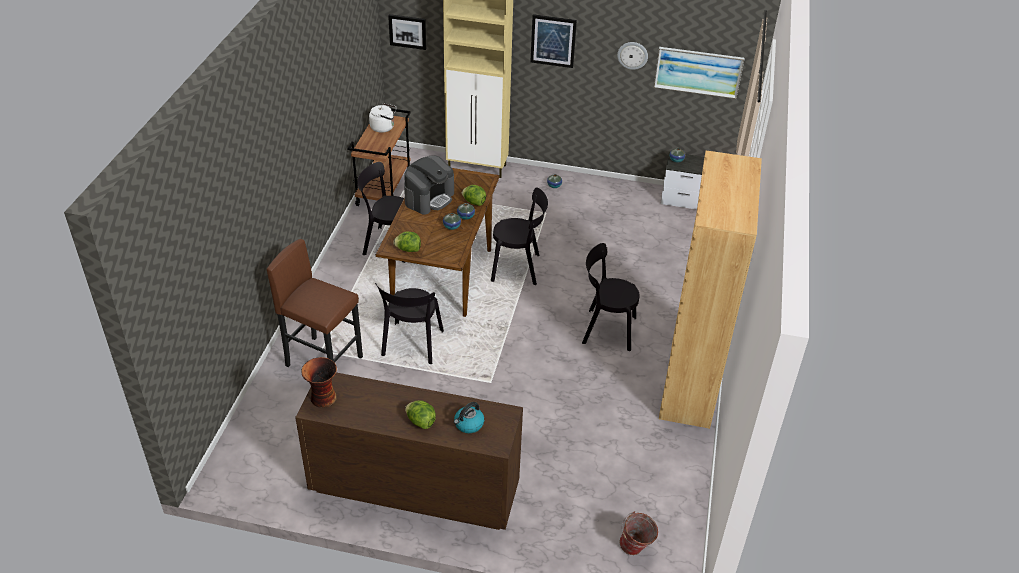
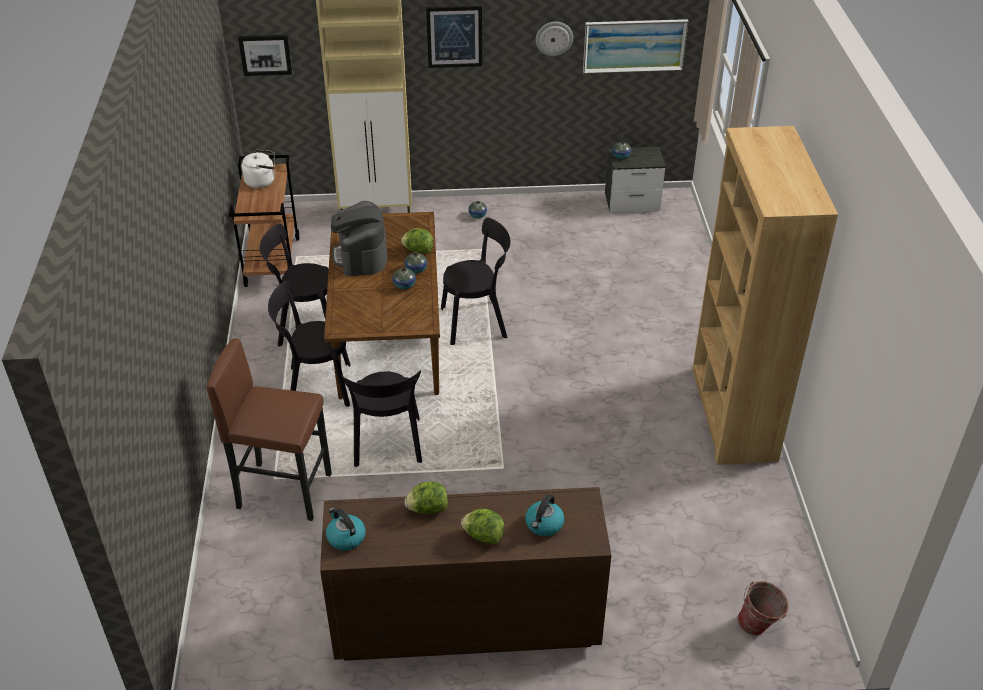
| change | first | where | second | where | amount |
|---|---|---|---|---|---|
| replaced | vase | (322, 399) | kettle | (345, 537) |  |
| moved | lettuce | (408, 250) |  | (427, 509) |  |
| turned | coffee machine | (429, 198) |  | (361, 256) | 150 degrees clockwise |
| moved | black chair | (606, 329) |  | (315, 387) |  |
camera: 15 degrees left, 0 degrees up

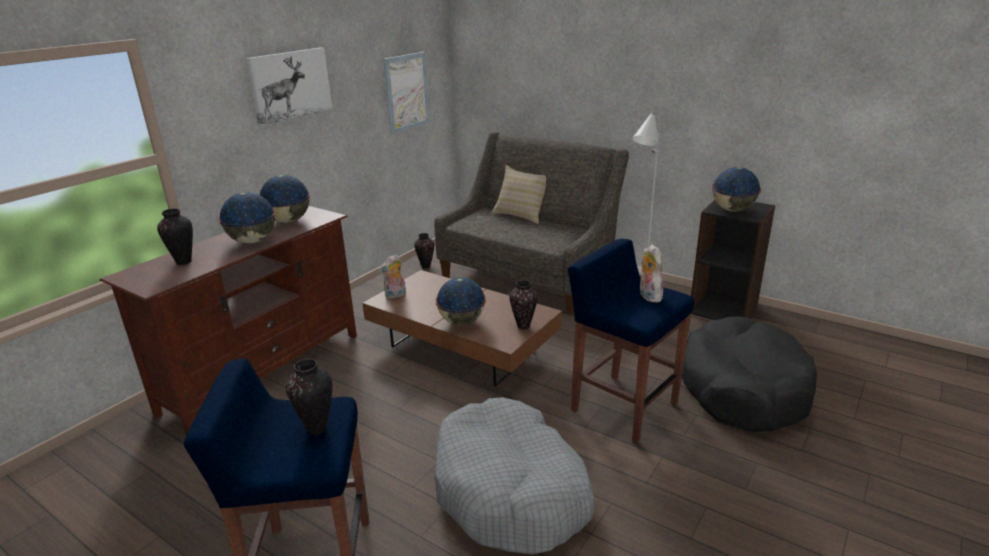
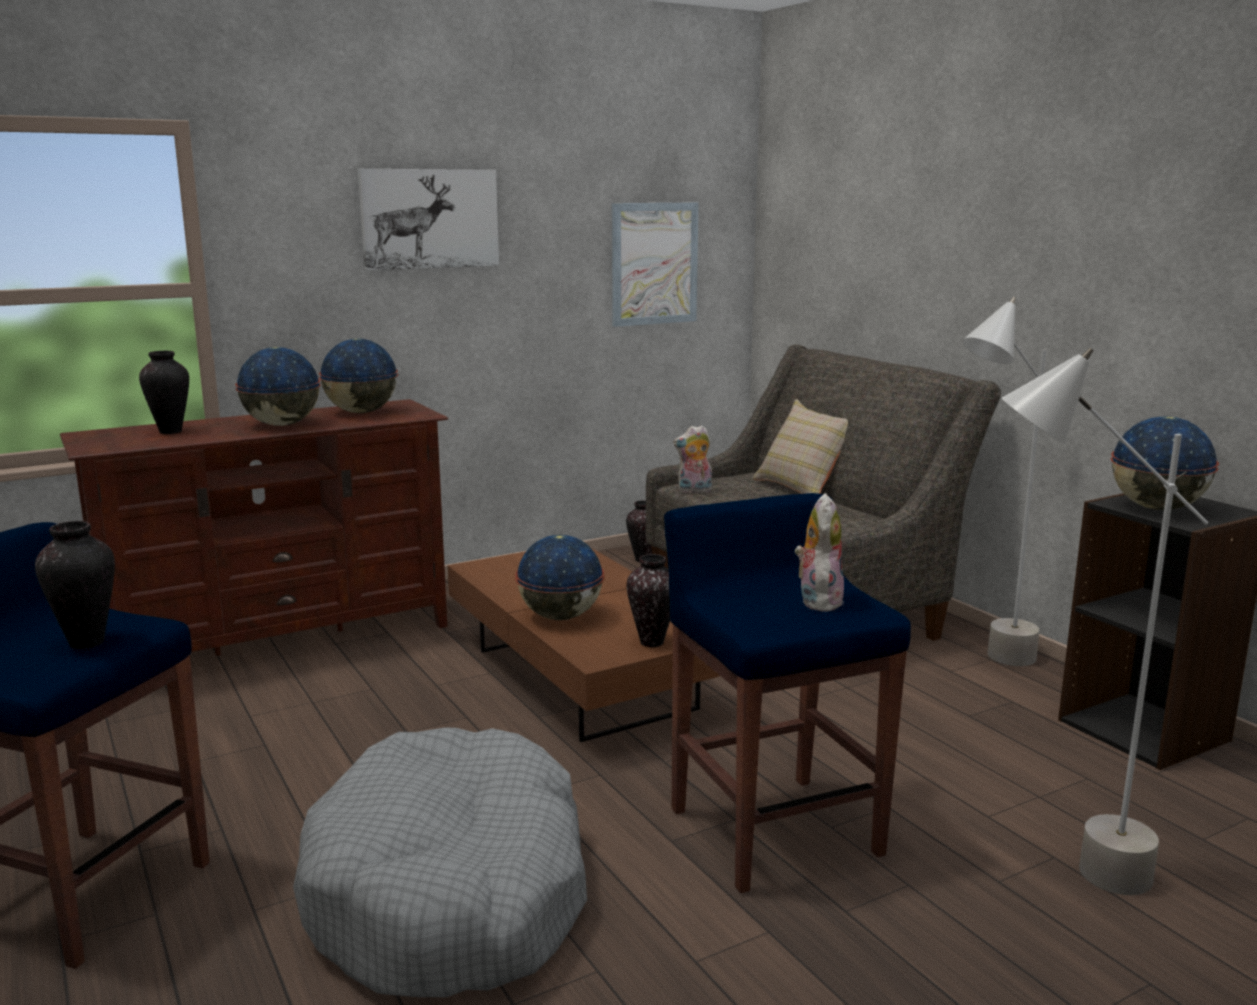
| change | first | where | second | where | amount |
|---|---|---|---|---|---|
| moved | plush toy | (395, 295) |  | (694, 491) |  |
| replaced | black dog bed | (743, 388) | grey floor lamp | (1055, 869) |  |
camera: 25 degrees right, 10 degrees down

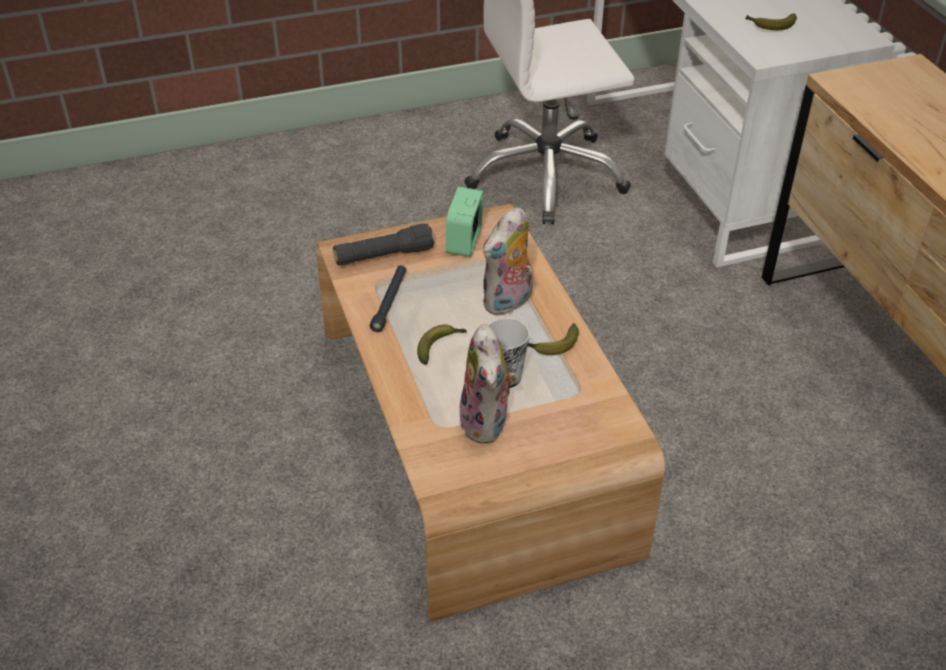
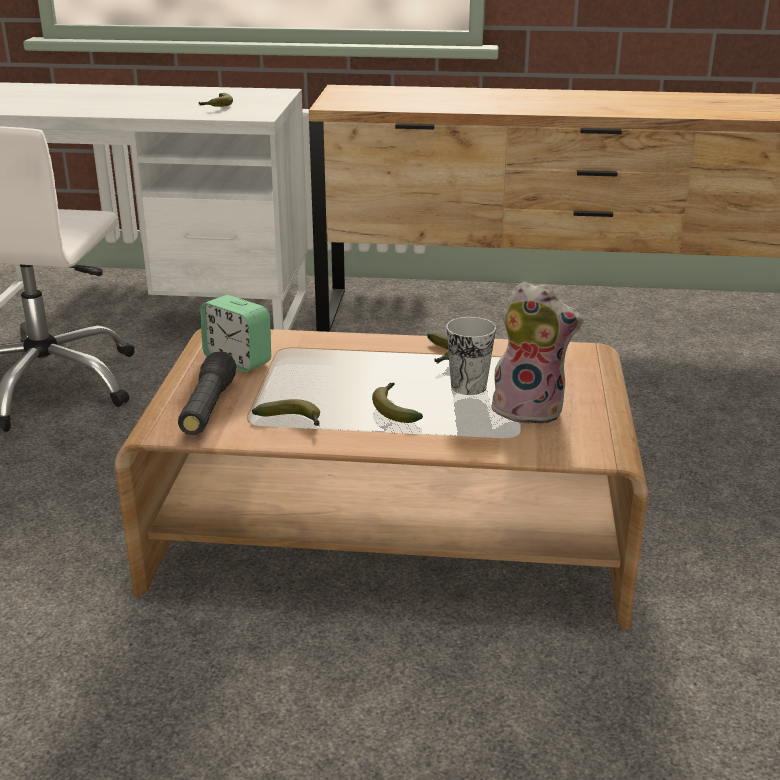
| change | first | where | second | where | amount |
|---|---|---|---|---|---|
| replaced | black flashlight | (389, 302) | banana | (293, 421) |  |
| removed | plush toy | (508, 303) |  |  |  |
camera: 65 degrees left, 15 degrees down

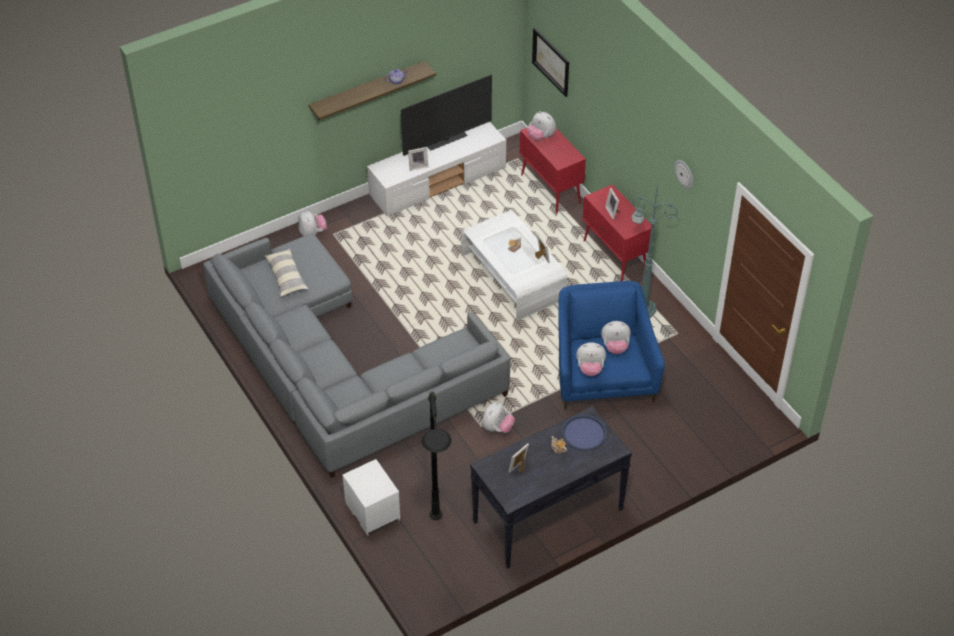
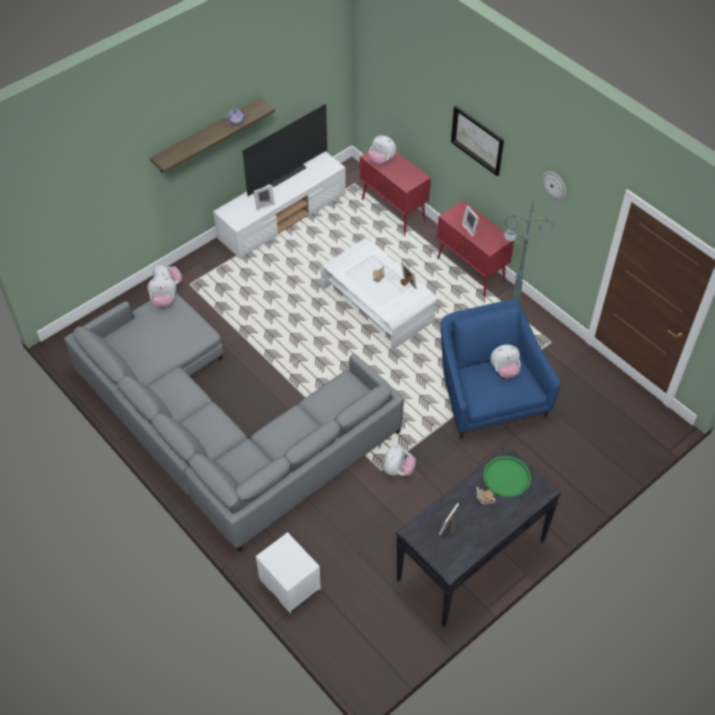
| change | first | where | second | where | amount |
|---|---|---|---|---|---|
| removed | pillow | (286, 277) |  |  |  |
| removed | black floor lamp | (438, 549) |  |  |  |
| moved | picture | (551, 61) |  | (477, 140) |  |
| recoloured | blue tray | (584, 433) | green tray | (506, 477) |  |
| moved | plush toy | (590, 369) |  | (164, 301) |  |
camera: 10 degrees left, 5 degrees up

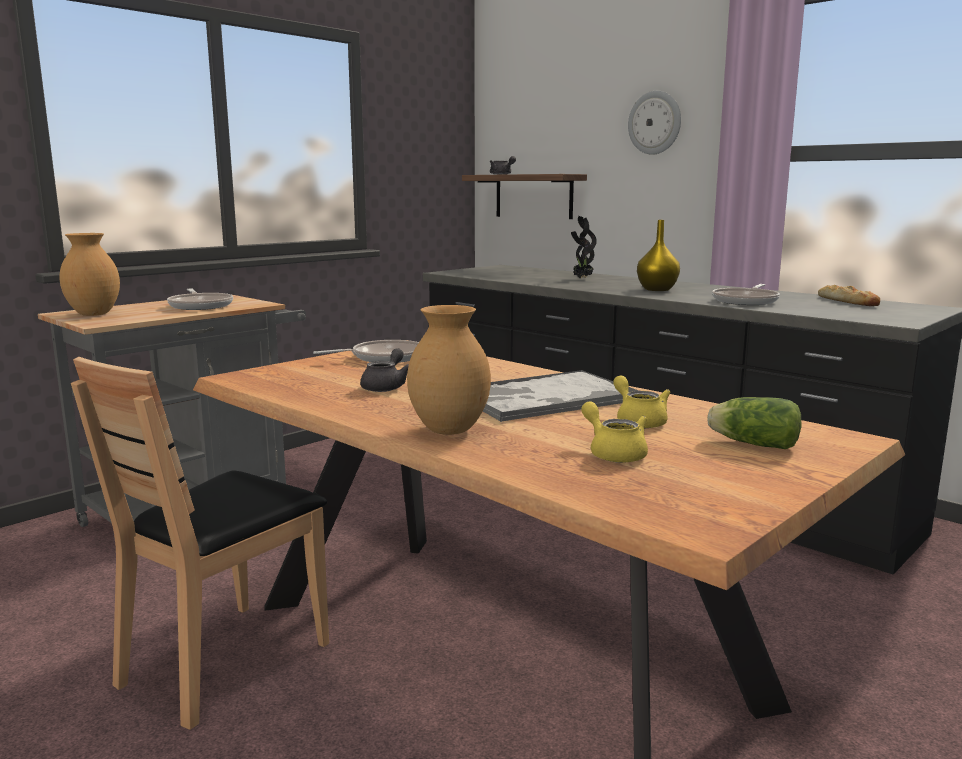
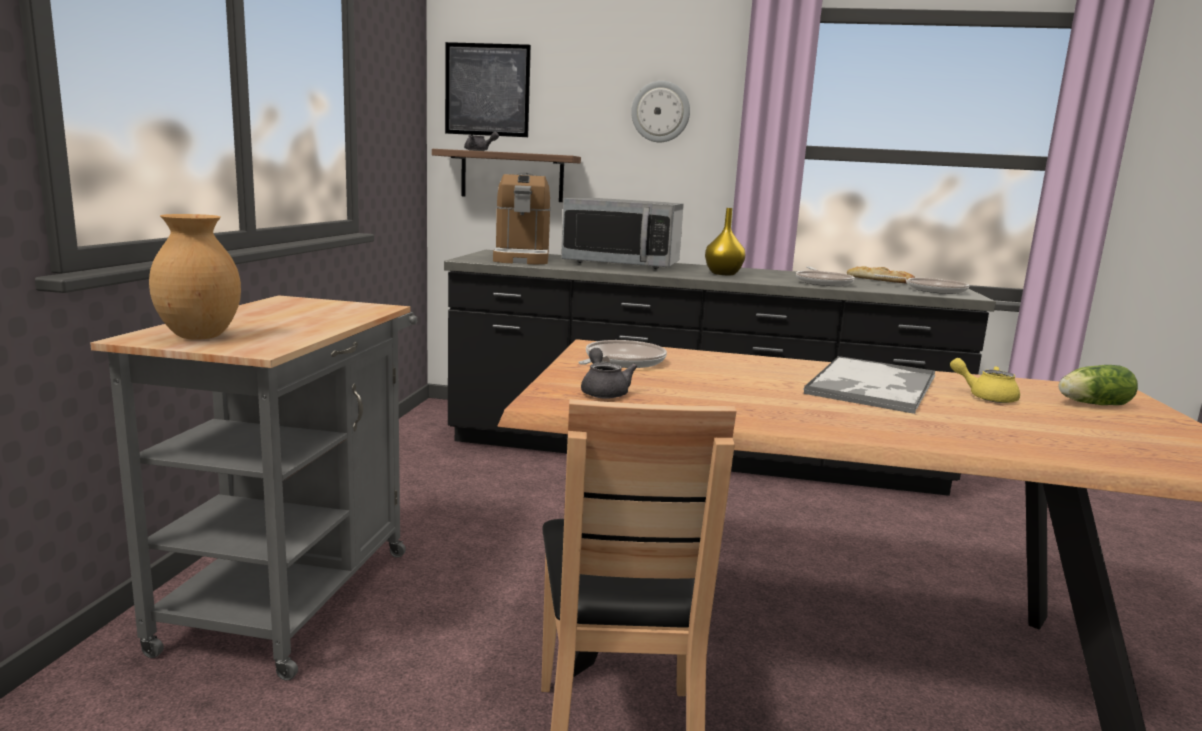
| change | first | where | second | where | amount |
|---|---|---|---|---|---|
| moved | frying pan | (200, 306) |  | (931, 290) |  |
| moved | grey teapot | (386, 387) |  | (603, 391) |  |
| removed | brown vase | (449, 431) |  |  |  |
| replaced | potted plant | (582, 278) | microwave | (621, 264) |  |
| removed | yellow teapot | (614, 453) |  |  |  |
| added |  |  | picture | (487, 90) |  |
| added |  |  | coffee machine | (522, 258) |  |
camera: 35 degrees left, 0 degrees up

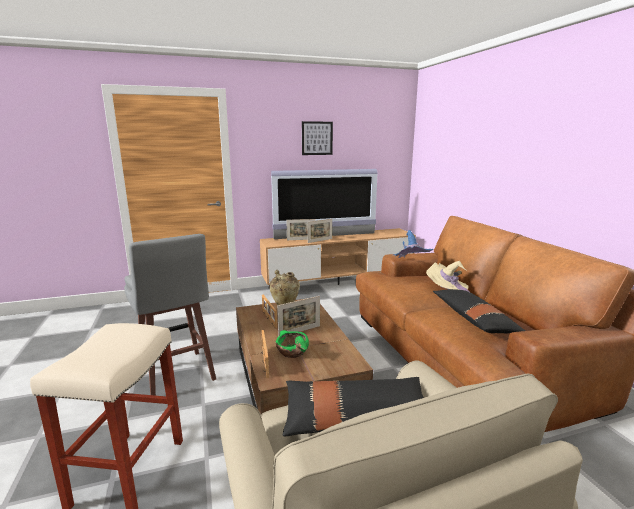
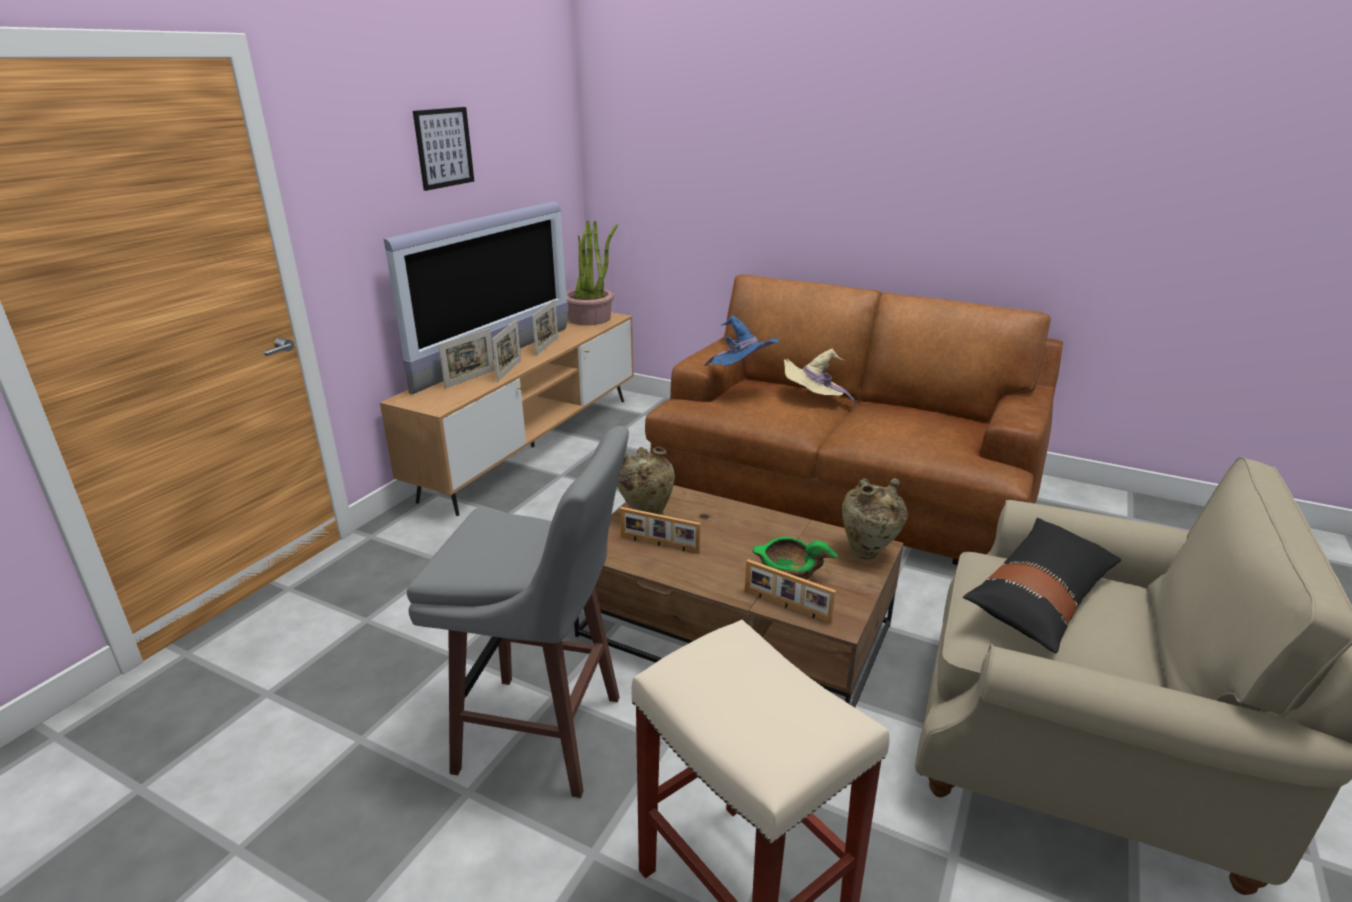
| change | first | where | second | where | amount |
|---|---|---|---|---|---|
| moved | picture frame | (299, 331) |  | (547, 346) |  |
| removed | black pillow | (473, 320) |  |  |  |
| added |  |  | potted plant | (589, 318) |  |
| added |  |  | beige vase | (868, 553) |  |
camera: 45 degrees left, 10 degrees up

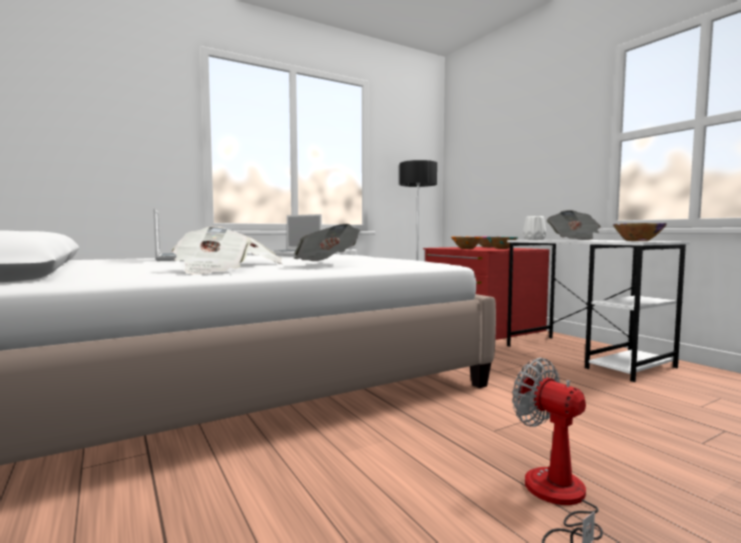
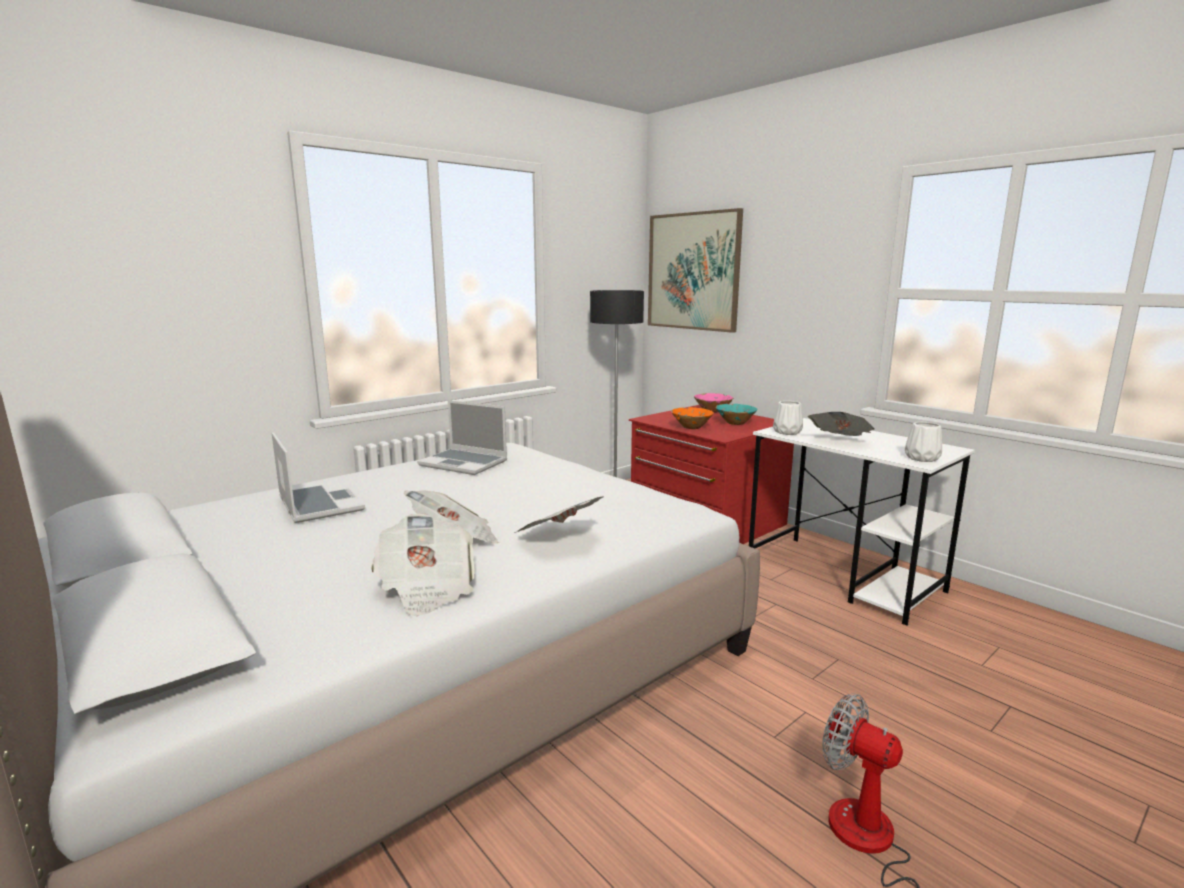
| change | first | where | second | where | amount |
|---|---|---|---|---|---|
| replaced | purple bowl | (638, 241) | white vase | (921, 458) |  |
| added |  |  | picture | (693, 271) |  |
camera: 10 degrees left, 10 degrees up

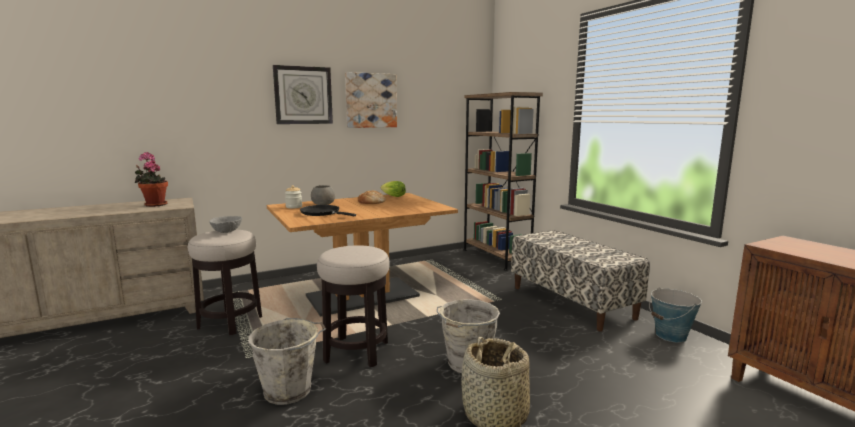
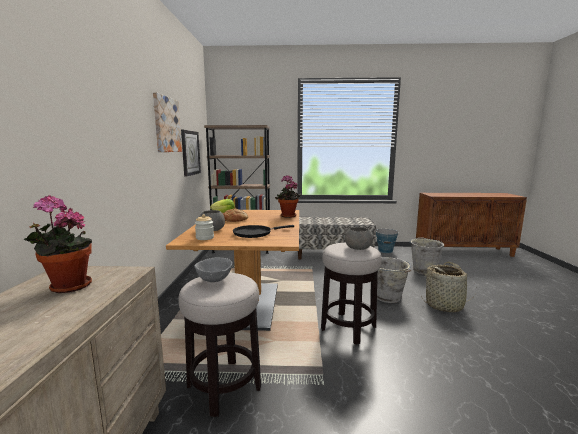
| change | first | where | second | where | amount |
|---|---|---|---|---|---|
| moved | grey bucket | (290, 390) |  | (424, 270) |  |
| moved | wall clock | (303, 95) |  | (190, 153) |  |
| added |  |  | potted plant | (288, 216) |  |
| added |  |  | grey bowl | (358, 248) |  |
camera: 60 degrees left, 0 degrees up

